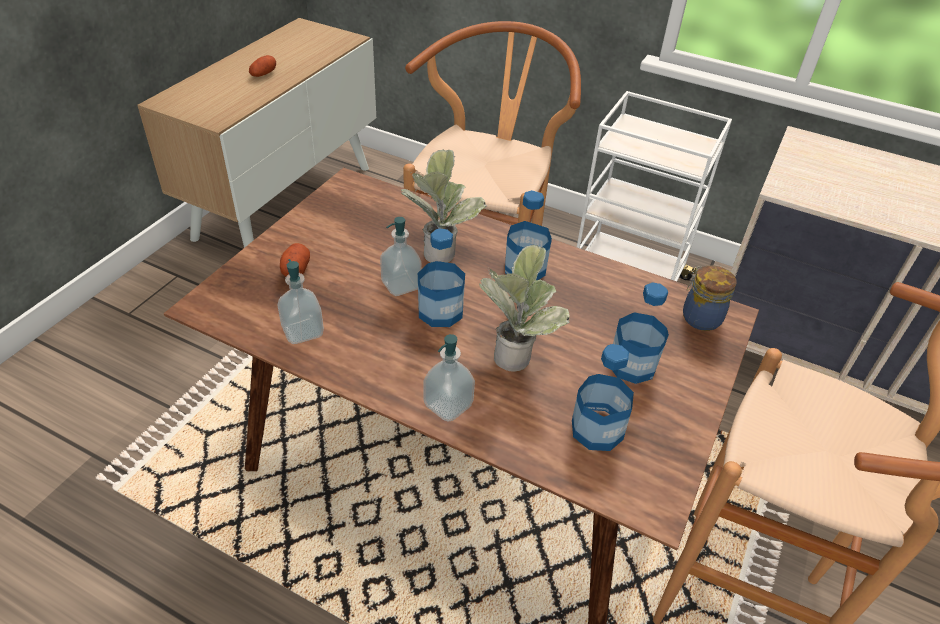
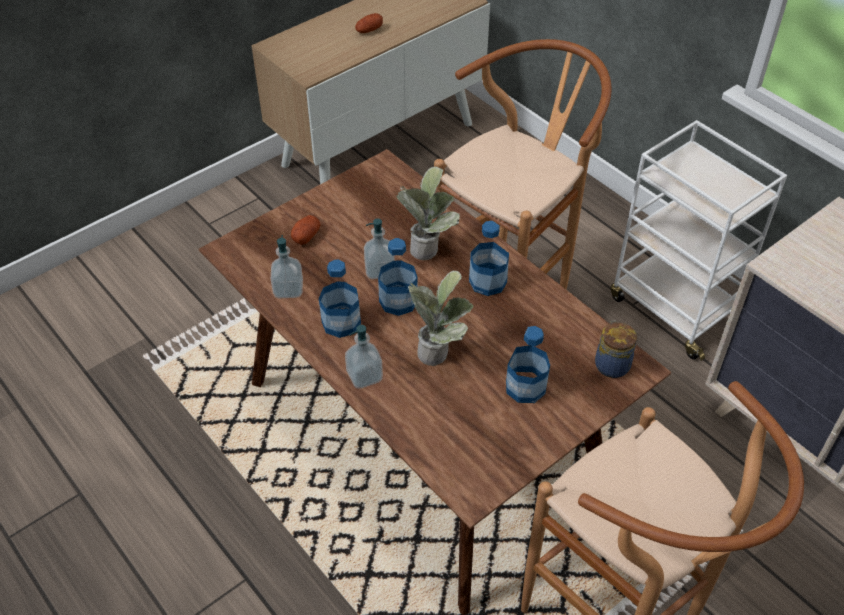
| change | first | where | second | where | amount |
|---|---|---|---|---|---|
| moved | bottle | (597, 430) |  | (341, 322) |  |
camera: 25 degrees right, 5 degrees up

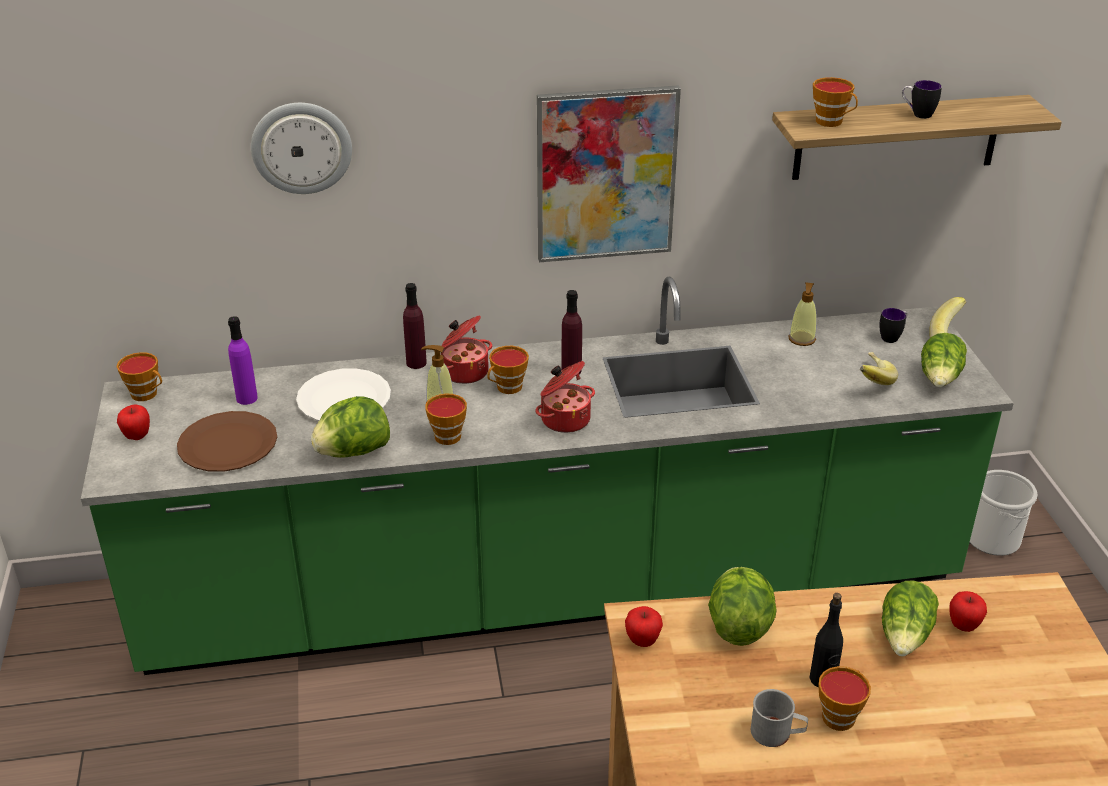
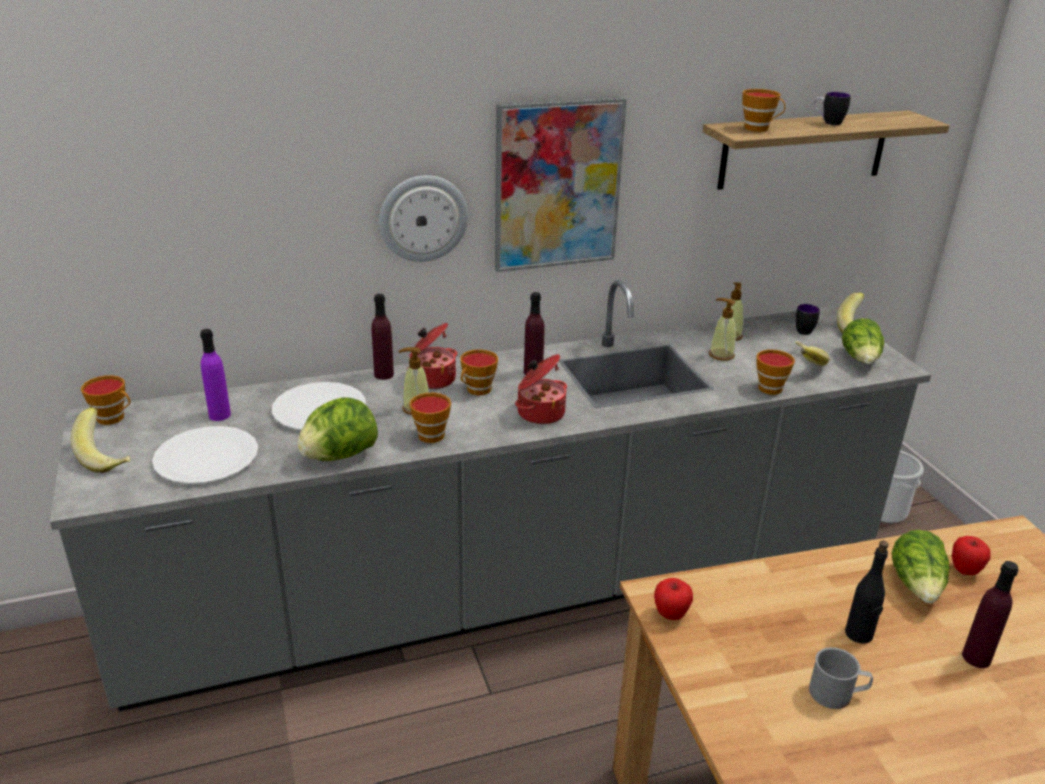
| change | first | where | second | where | amount |
|---|---|---|---|---|---|
| recoloured | green counter | (554, 591) | grey counter | (517, 588) |  |
| replaced | apple | (137, 436) | banana | (107, 457) |  |
| recoloured | brown plate | (227, 444) | white plate | (206, 457) |  |
| moved | wall clock | (301, 147) |  | (423, 218) |  |
| removed | lettuce | (738, 625) |  |  |  |
| moved | cup | (840, 715) |  | (770, 387) |  |
| added |  |  | soap dispenser | (721, 355) |  |
| added |  |  | purple bottle | (976, 657) |  |
camera: 10 degrees left, 5 degrees down

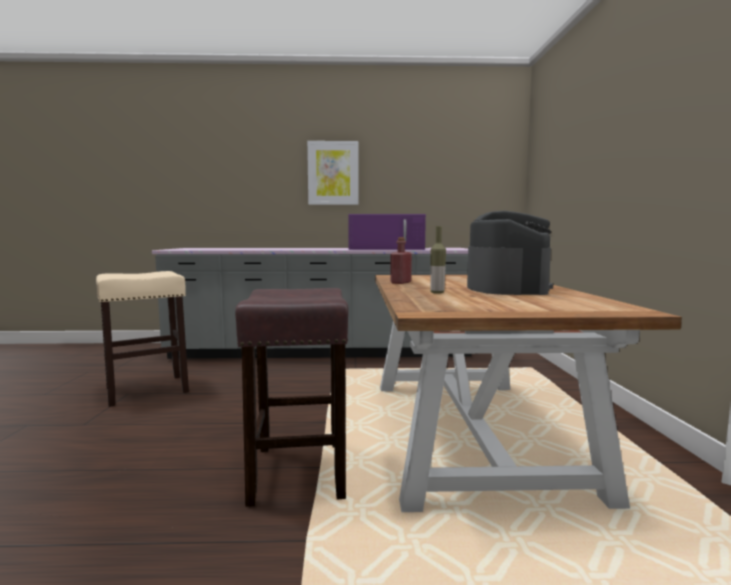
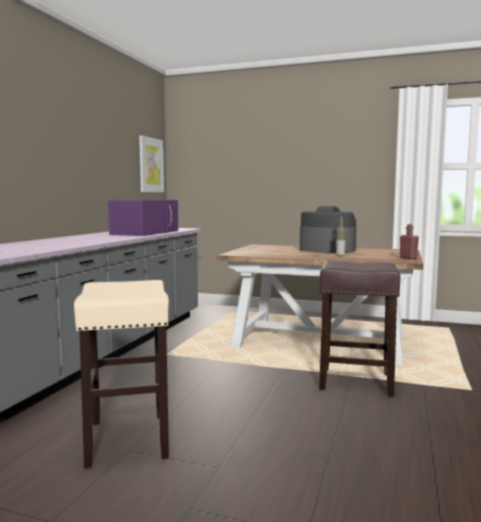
| change | first | where | second | where | amount |
|---|---|---|---|---|---|
| moved | picture | (333, 173) |  | (151, 165) |  |
| moved | red bottle | (400, 282) |  | (408, 258) |  |
camera: 70 degrees left, 0 degrees up

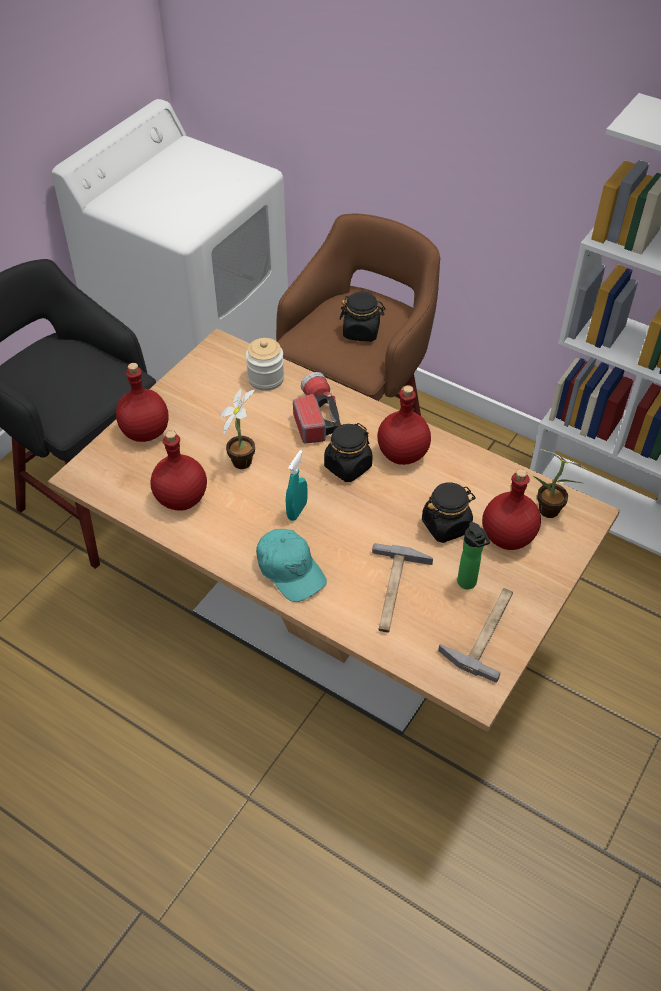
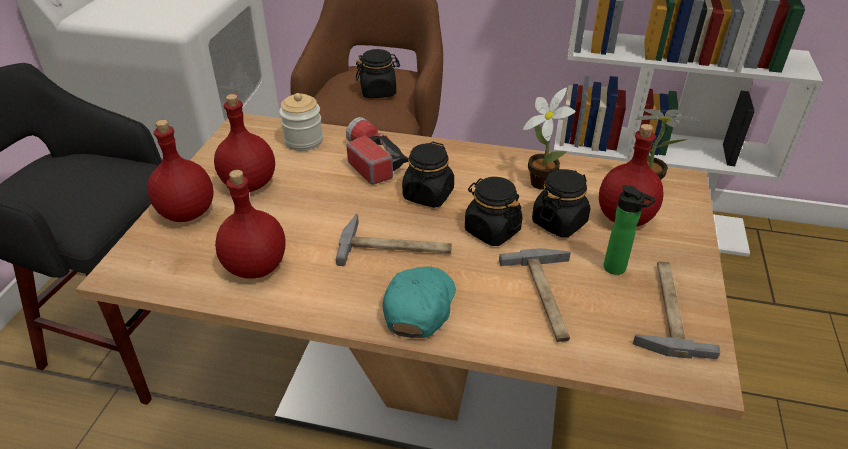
| change | first | where | second | where | amount |
|---|---|---|---|---|---|
| moved | potted plant | (243, 459) |  | (540, 181) |  |
| turned | turquoise cap | (290, 570) |  | (419, 306) | 105 degrees counterclockwise |
| replaced | turquoise spray bottle | (297, 511) | hammer | (396, 246) |  |
| moved | red bottle | (402, 455) |  | (249, 185) |  |
| added |  |  | black jar | (492, 230) |  |
camera: 20 degrees left, 10 degrees down

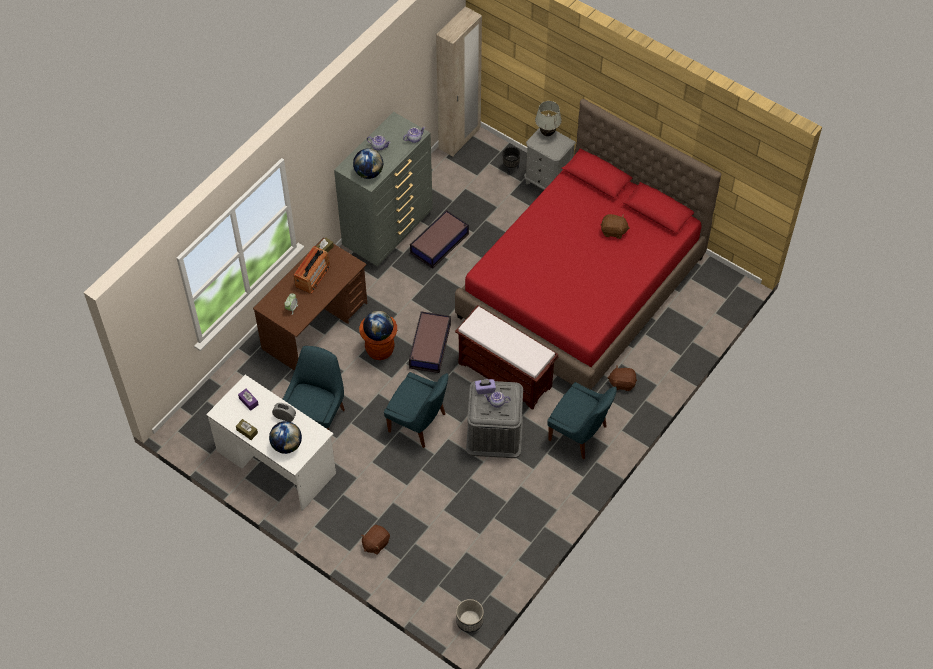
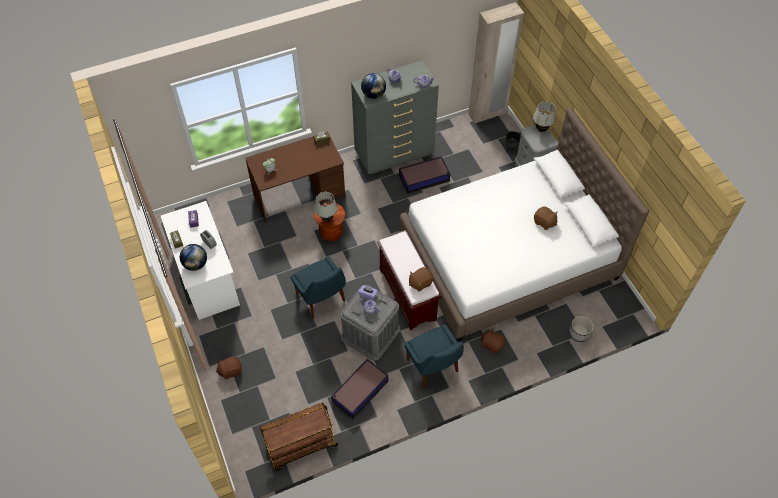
| change | first | where | second | where | amount |
|---|---|---|---|---|---|
| removed | blue chair | (317, 416) |  |  |  |
| removed | radio | (313, 276) |  |  |  |
| replaced | globe | (378, 334) | white table lamp | (327, 218) |  |
| moved | storage box | (429, 347) |  | (359, 392) |  |
| recoloured | red bed | (582, 287) | white bed | (508, 257) |  |
| moved | planter | (469, 621) |  | (579, 333) |  |
| added |  |  | brown cart | (301, 447) |  |
| added |  |  | brown plush toy | (420, 283) |  |
camera: 30 degrees right, 0 degrees up

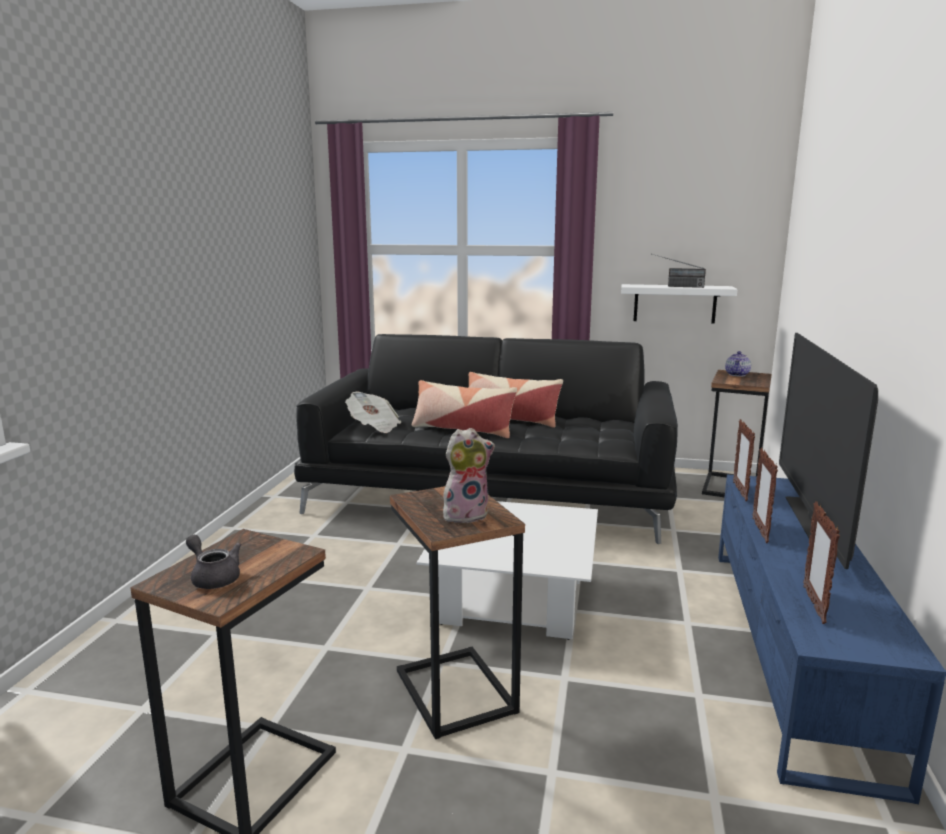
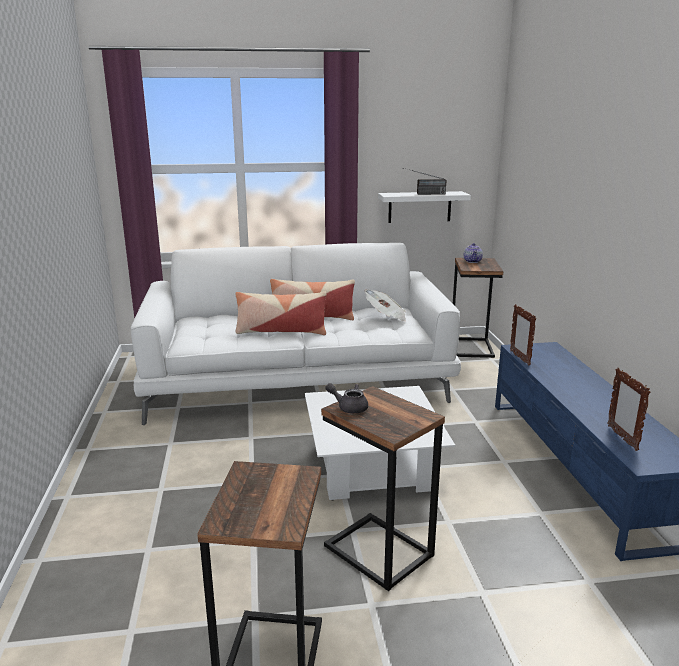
| change | first | where | second | where | amount |
|---|---|---|---|---|---|
| moved | grey teapot | (213, 577) |  | (349, 407) |  |
| recoloured | black sofa | (492, 493) | white sofa | (298, 379) |  |
| moved | newspaper | (374, 426) |  | (386, 316) |  |
| removed | plush toy | (466, 514) |  |  |  |
| removed | picture frame | (760, 530) |  |  |  |
| removed | television | (808, 519) |  |  |  |
camera: 20 degrees left, 5 degrees up

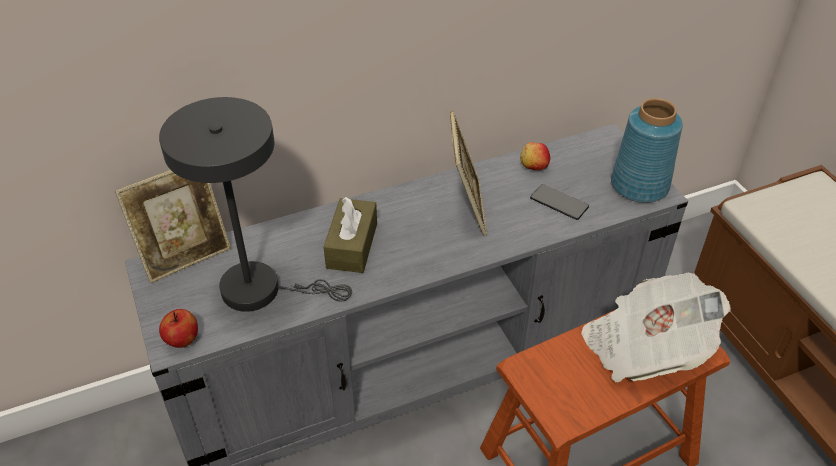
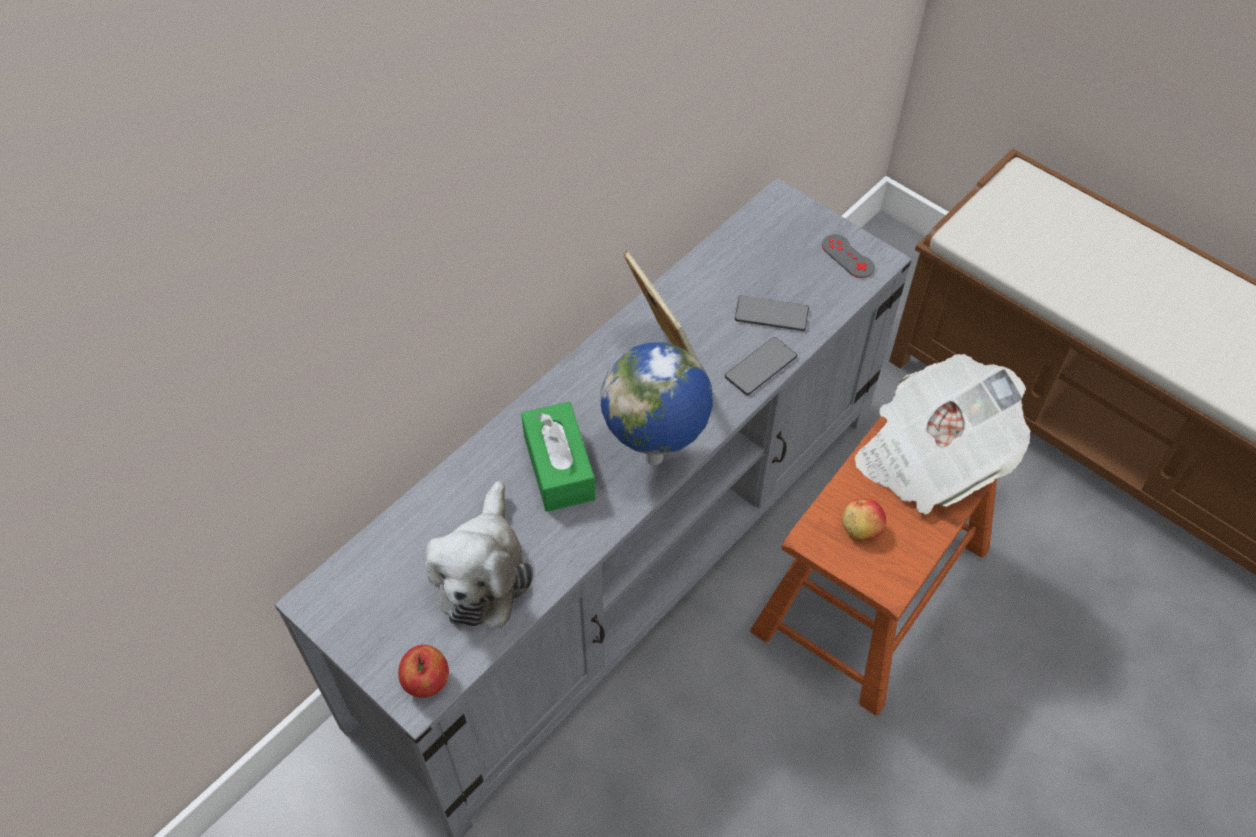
| change | first | where | second | where | amount |
|---|---|---|---|---|---|
| removed | picture frame | (185, 255) |  |  |  |
| replaced | grey table lamp | (261, 289) | plush toy | (482, 572) |  |
| recoloured | brown tissue box | (352, 245) | green tissue box | (559, 467) |  |
| moved | apple | (533, 166) |  | (861, 528) |  |
| replaced | blue vase | (638, 185) | grey game controller | (848, 256) |  |
| added |  |  | globe | (656, 459) |  |
| added |  |  | phone | (760, 367) |  |
camera: 25 degrees left, 10 degrees up

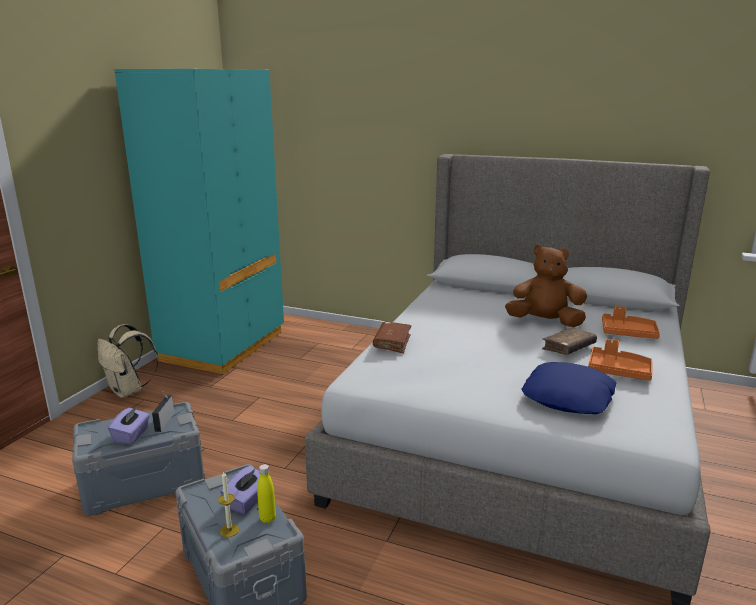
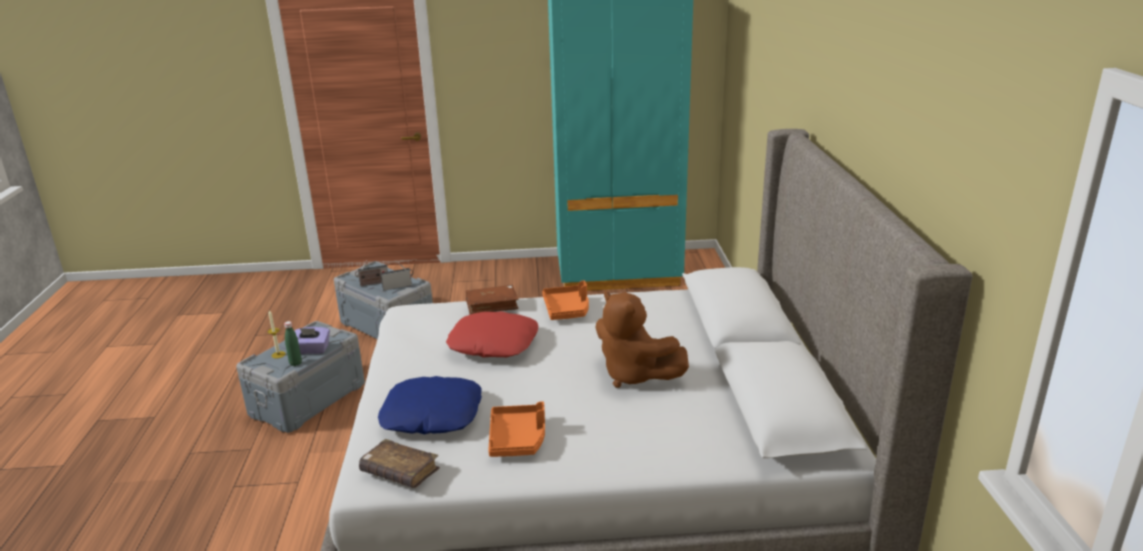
| change | first | where | second | where | amount |
|---|---|---|---|---|---|
| removed | beige backpack | (129, 391) |  |  |  |
| replaced | purple tissue box | (132, 435) | radio | (372, 283) |  |
| recoloured | yellow bottle | (267, 518) | green bottle | (295, 363) |  |
| turned | brown plush toy | (545, 322) |  | (634, 375) | 150 degrees clockwise |
| moved | brown book | (568, 348) |  | (400, 472) |  |
| moved | orange tray | (628, 333) |  | (567, 310) |  |
| added |  |  | red pillow | (494, 343) |  |
camera: 65 degrees right, 5 degrees up

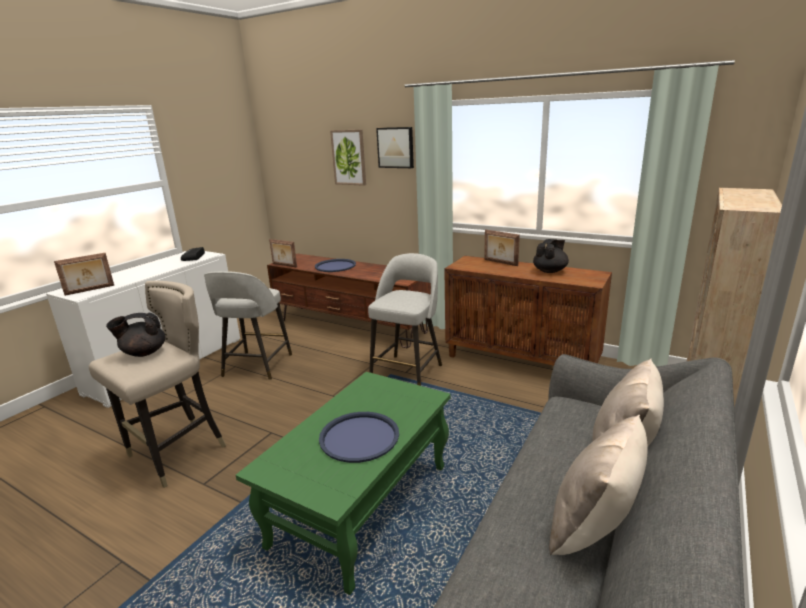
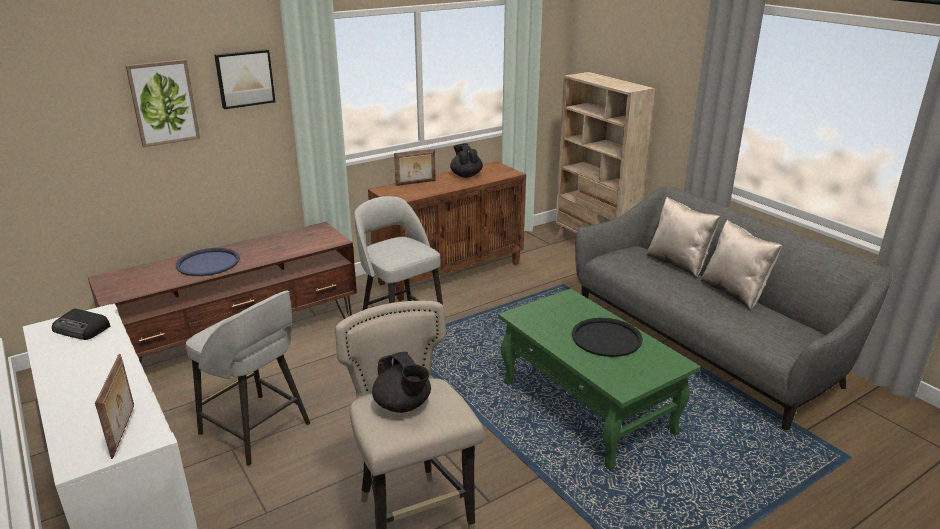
| change | first | where | second | where | amount |
|---|---|---|---|---|---|
| turned | black teapot | (143, 353) |  | (403, 405) | 45 degrees counterclockwise |
| removed | picture frame | (284, 265) |  |  |  |
| recoloured | blue tray | (359, 437) | black tray | (606, 338) |  |
camera: 65 degrees left, 5 degrees up

